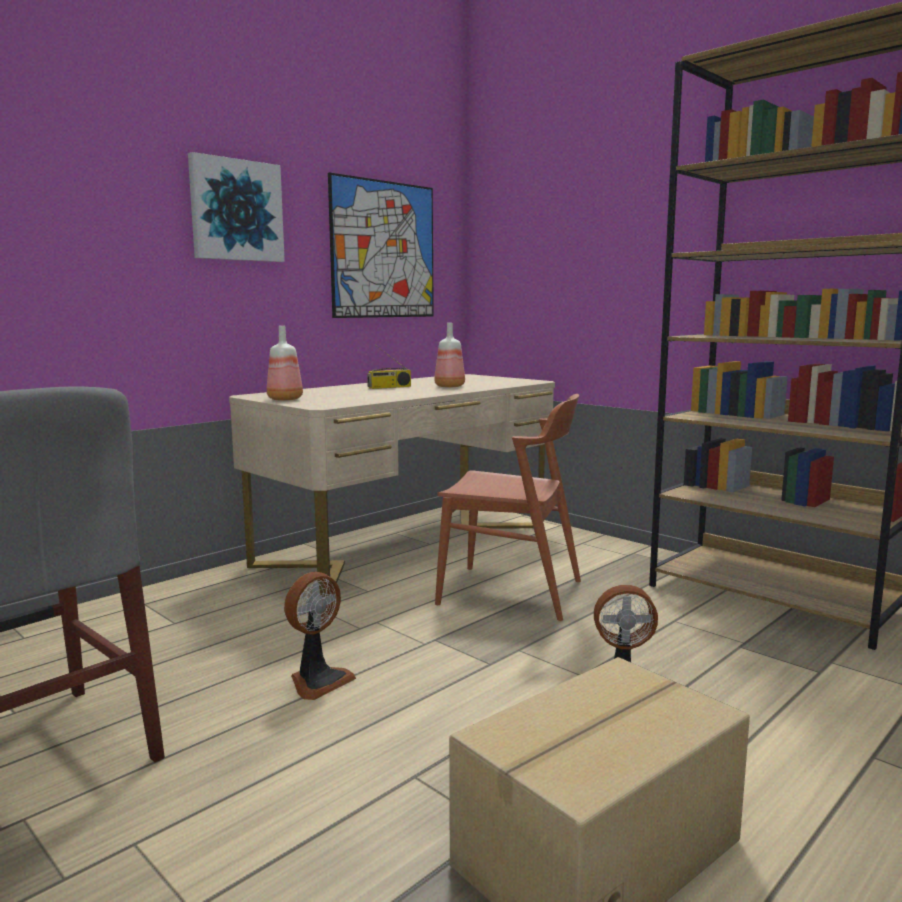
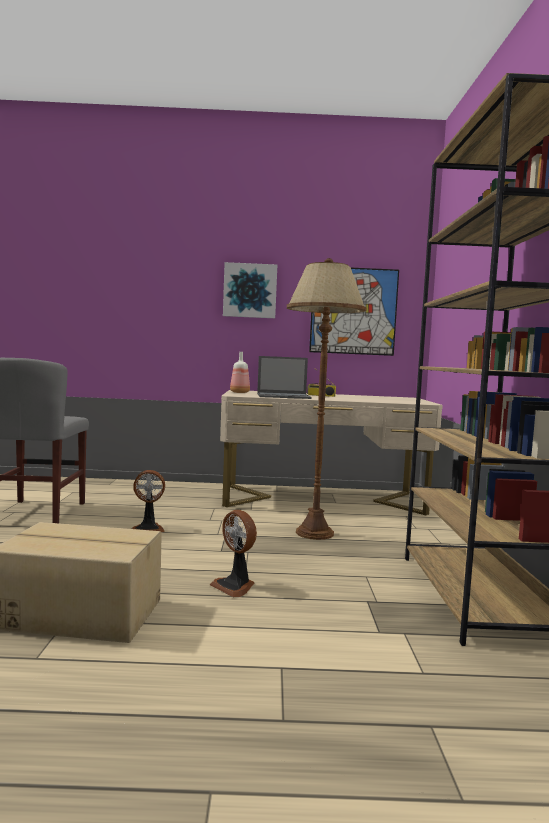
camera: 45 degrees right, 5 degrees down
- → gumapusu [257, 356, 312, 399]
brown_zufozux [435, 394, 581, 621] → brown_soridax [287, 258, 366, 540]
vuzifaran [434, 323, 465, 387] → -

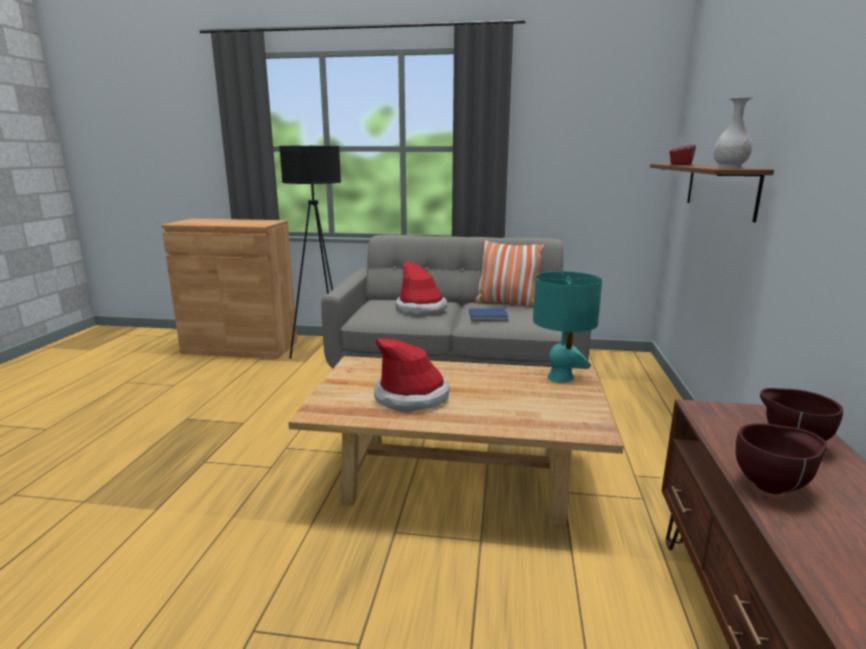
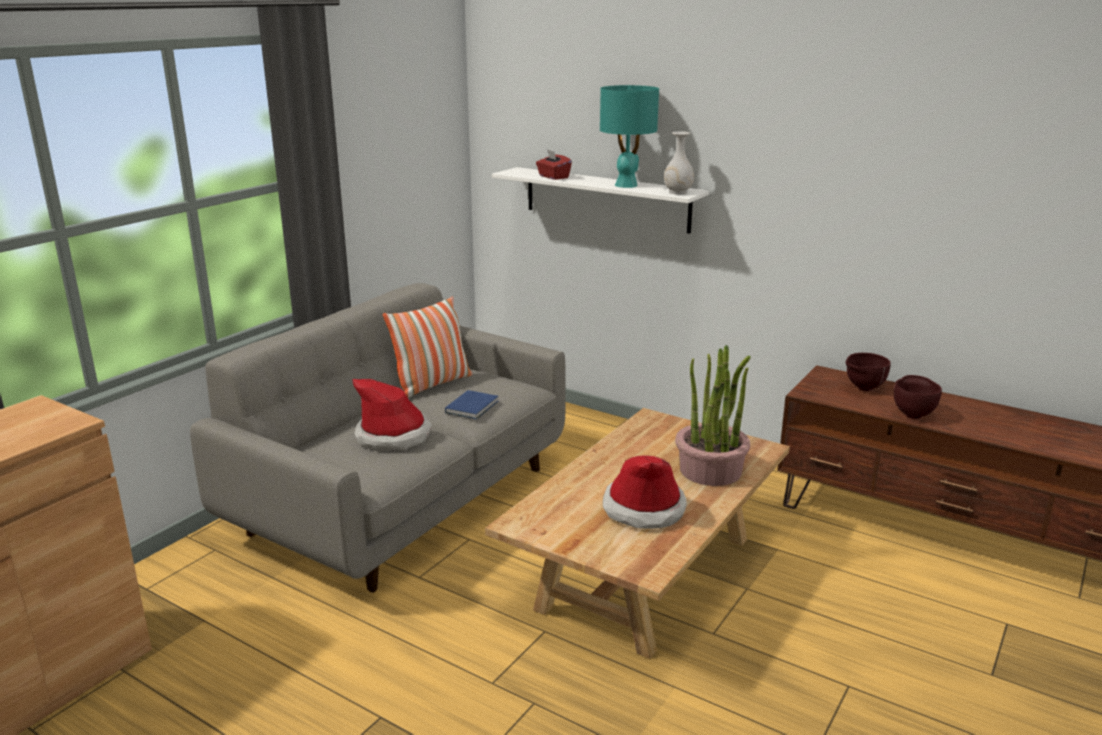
camera: 65 degrees left, 5 degrees up
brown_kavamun [650, 164, 774, 222] → white_kavamun [492, 167, 709, 233]
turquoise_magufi [533, 271, 602, 383] → turquoise_magufi [600, 85, 659, 188], moved
- → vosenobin [675, 345, 751, 486]
black_soridax [279, 146, 341, 359] → -

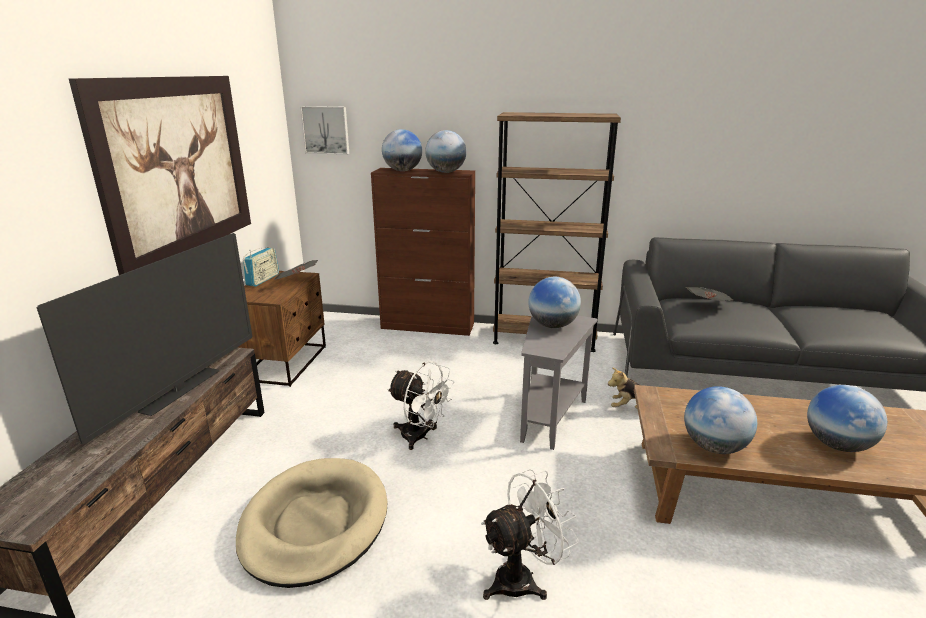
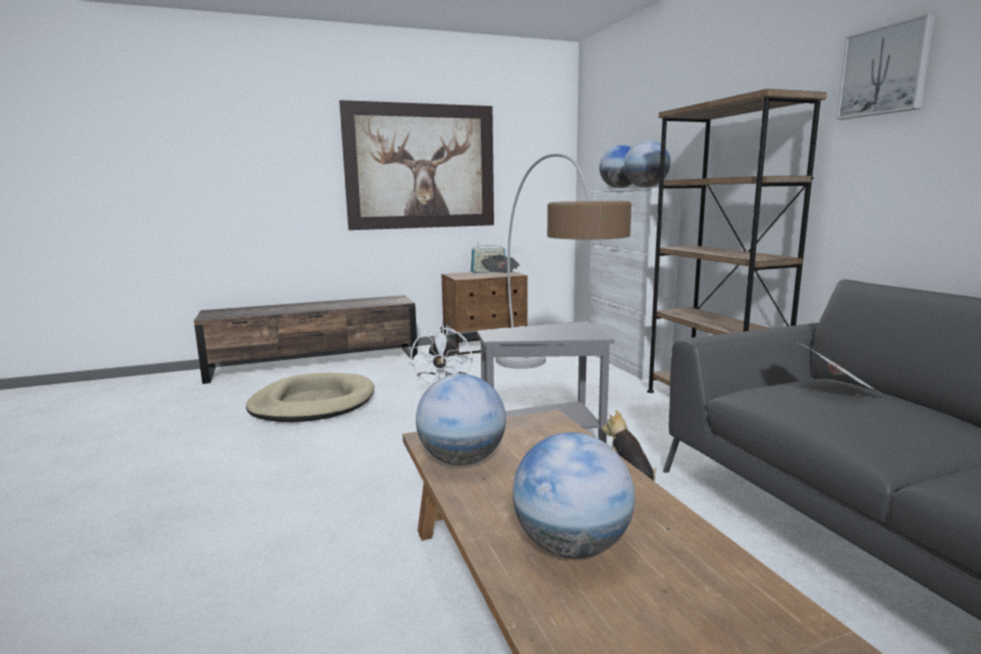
camera: 60 degrees right, 10 degrees down
- → soridax [496, 153, 631, 369]
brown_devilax [371, 168, 475, 336] → white_devilax [589, 187, 682, 380]
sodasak [300, 106, 349, 155] → sodasak [836, 14, 935, 119], moved
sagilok [37, 233, 252, 444] → -
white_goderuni [481, 469, 579, 600] → -
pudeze [528, 277, 581, 328] → -

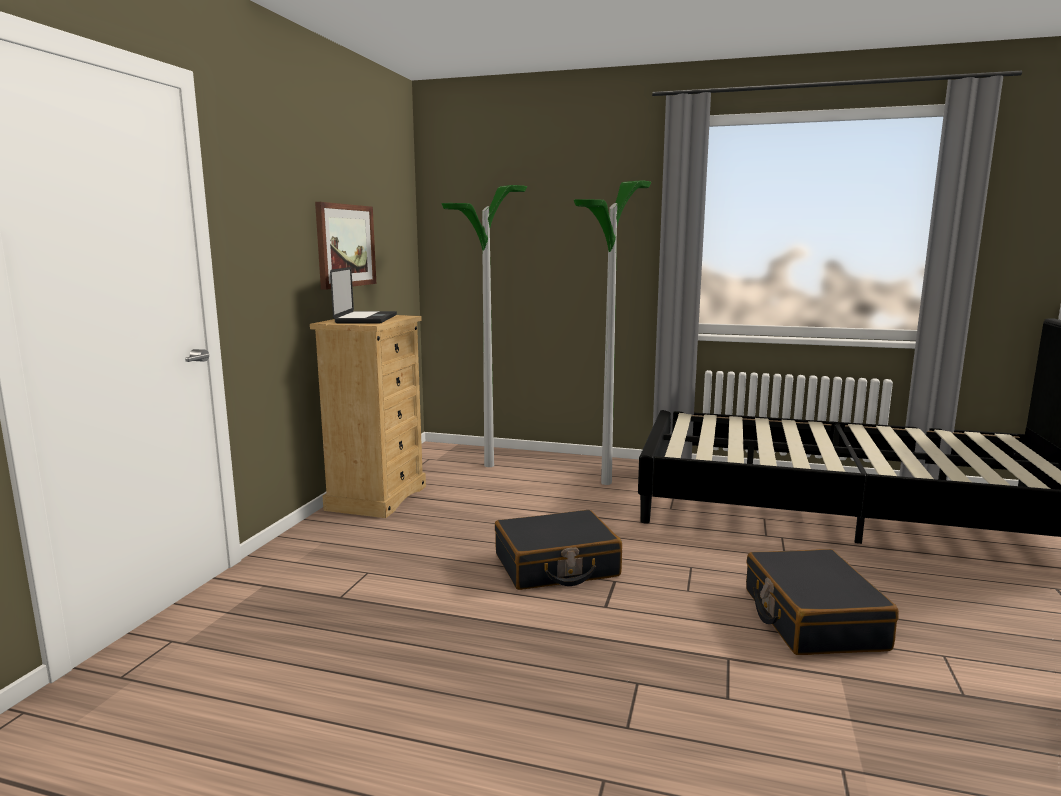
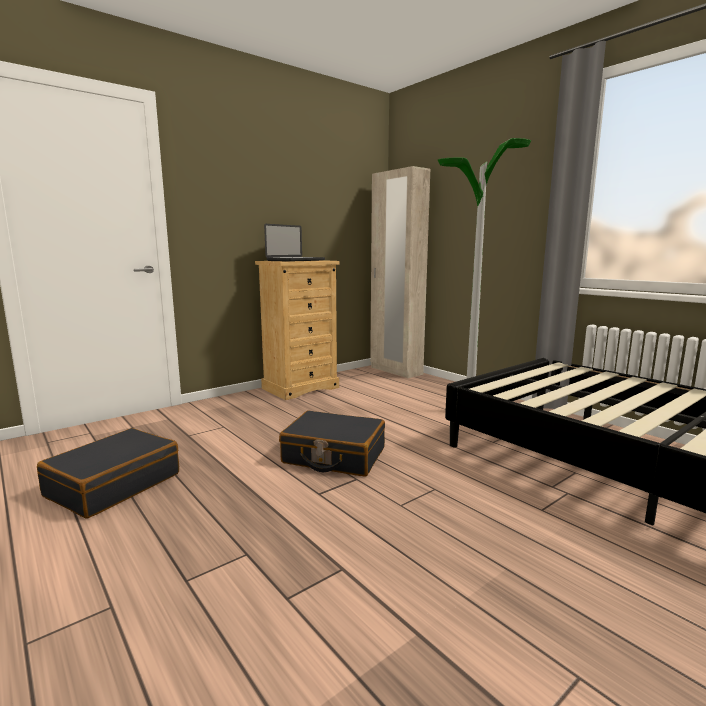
camera: 35 degrees right, 0 degrees up
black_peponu [746, 549, 899, 655] → black_peponu [37, 428, 179, 519], moved
- → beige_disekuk [370, 166, 430, 378]
sodasak [315, 202, 376, 290] → -
soridax [441, 185, 527, 467] → -

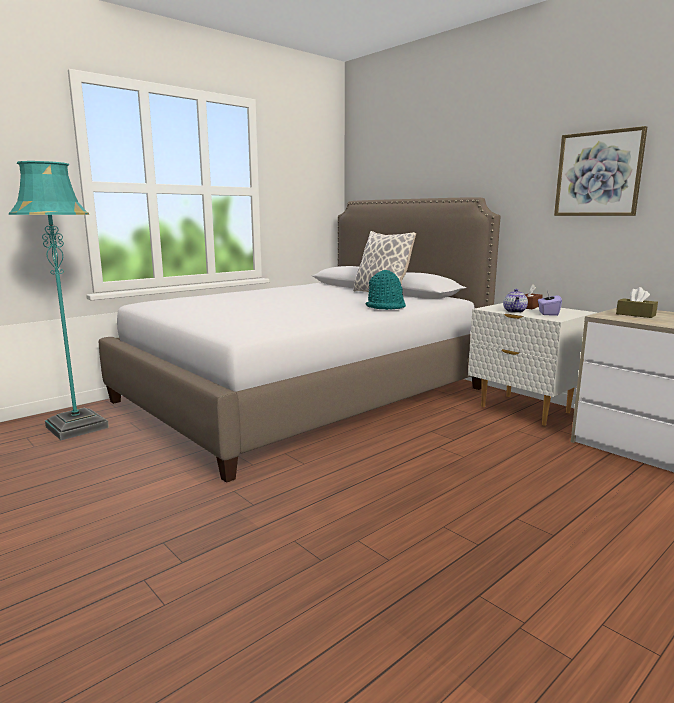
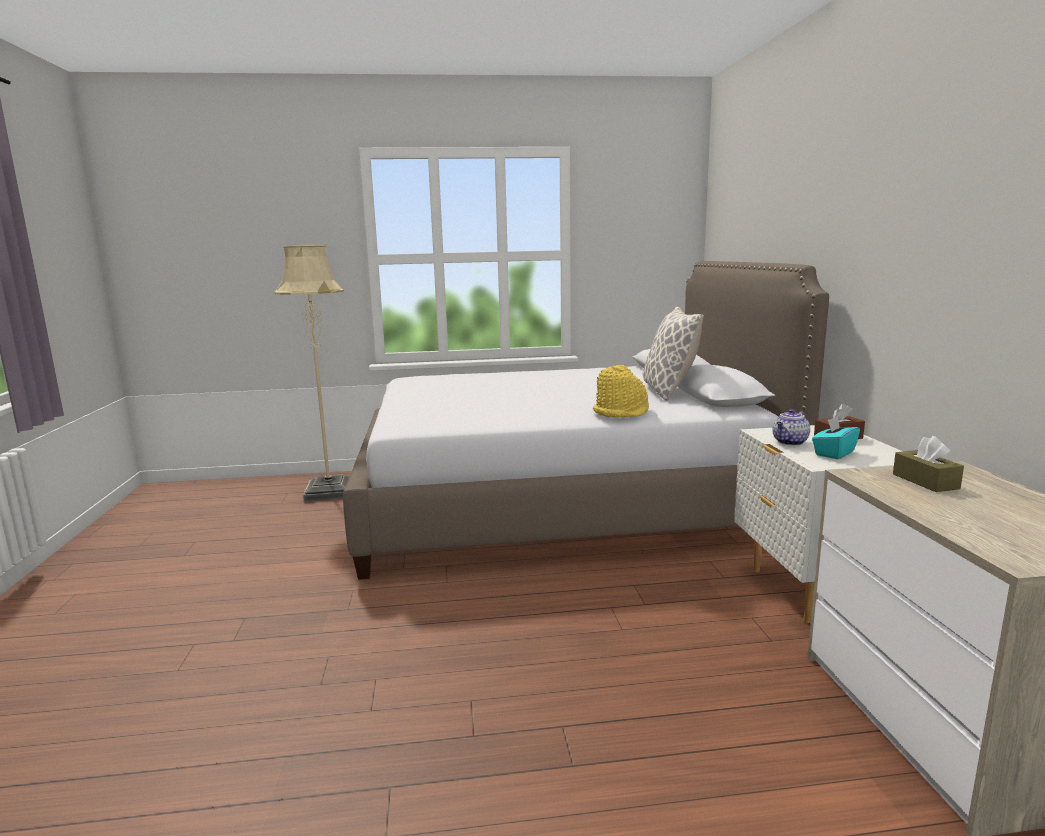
camera: 35 degrees right, 0 degrees up
turquoise_soridax [9, 161, 109, 440] → beige_soridax [274, 245, 350, 502]
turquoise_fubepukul [365, 270, 406, 310] → yellow_fubepukul [593, 365, 649, 417]
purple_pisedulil [538, 291, 562, 316] → turquoise_pisedulil [812, 416, 860, 459]
sodasak [554, 126, 647, 216] → -

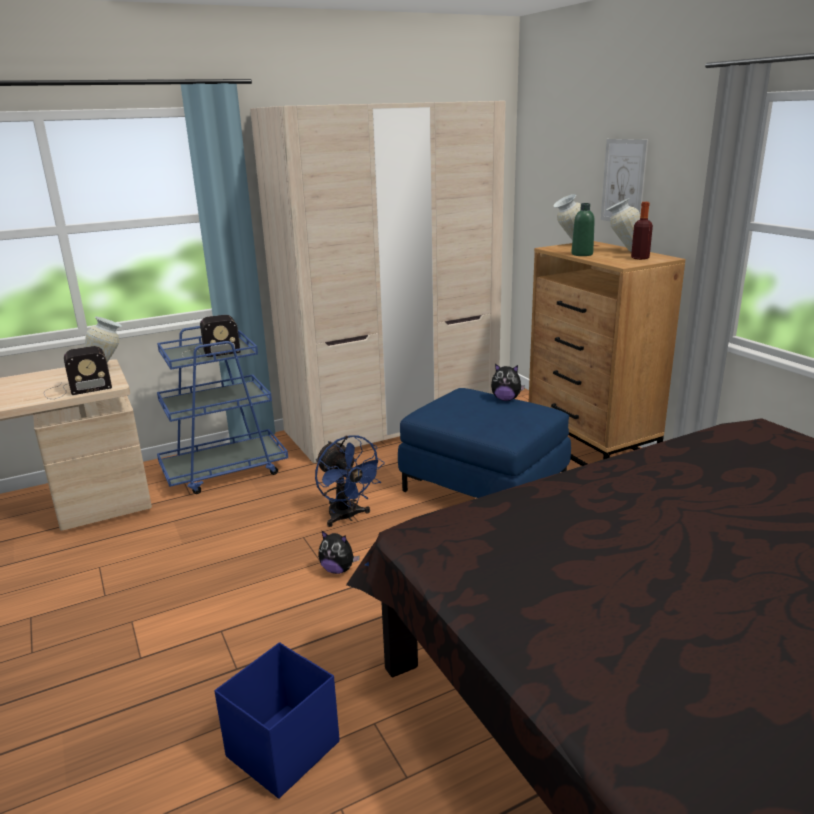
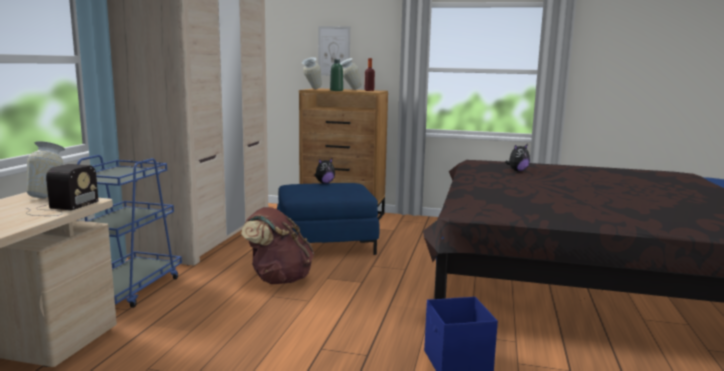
camera: 50 degrees left, 10 degrees down
blue_goderuni [315, 435, 385, 527] → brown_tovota [241, 207, 314, 284]
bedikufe [318, 530, 360, 574] → bedikufe [505, 144, 530, 171], moved
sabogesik [182, 315, 241, 360] → -

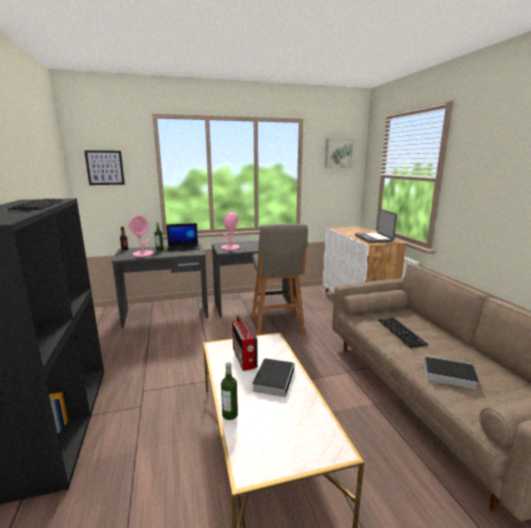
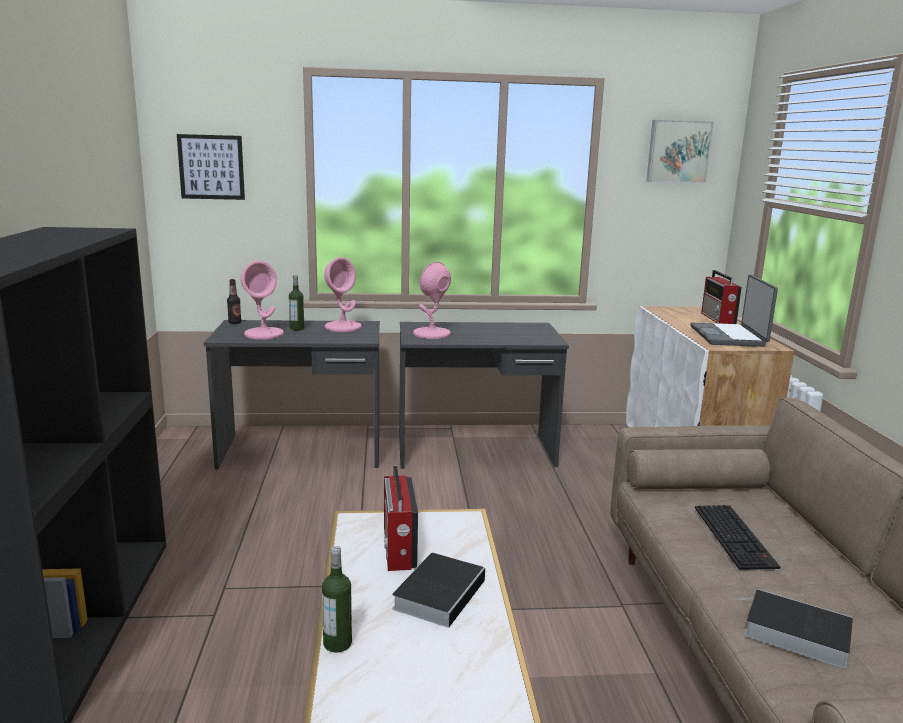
camera: 10 degrees right, 0 degrees up
gumapusu [166, 223, 199, 252] → pink_magufi [324, 257, 362, 332]
- → sabogesik [701, 270, 742, 324]
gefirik [8, 199, 63, 211] → -
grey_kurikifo [252, 224, 308, 335] → -

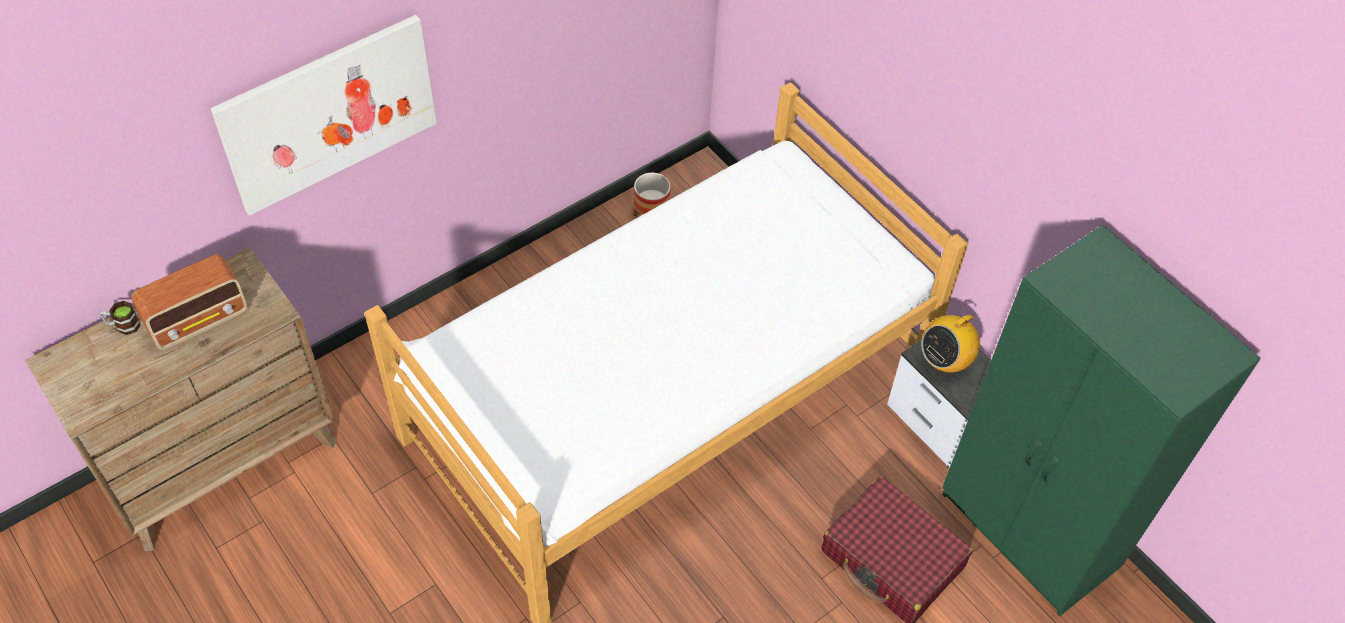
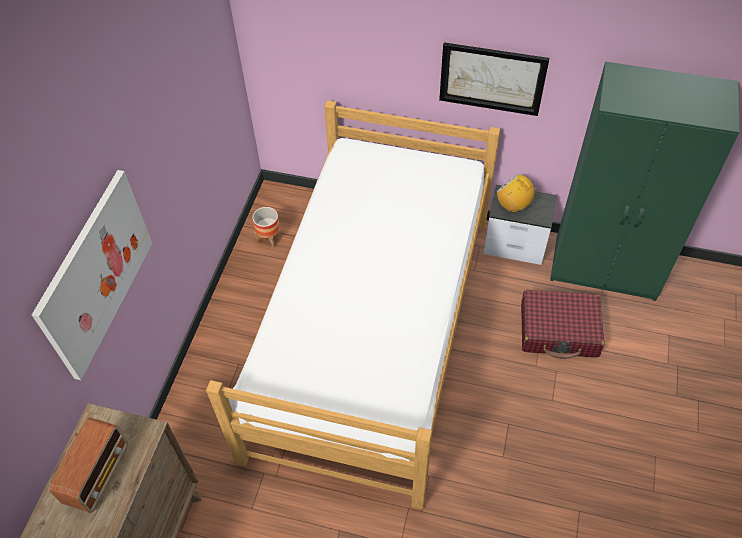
camera: 35 degrees left, 0 degrees up
- → sodasak [439, 43, 550, 116]
sabogesik [921, 305, 980, 372] → sabogesik [497, 174, 540, 212], 120 degrees clockwise
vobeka [100, 301, 141, 335] → -

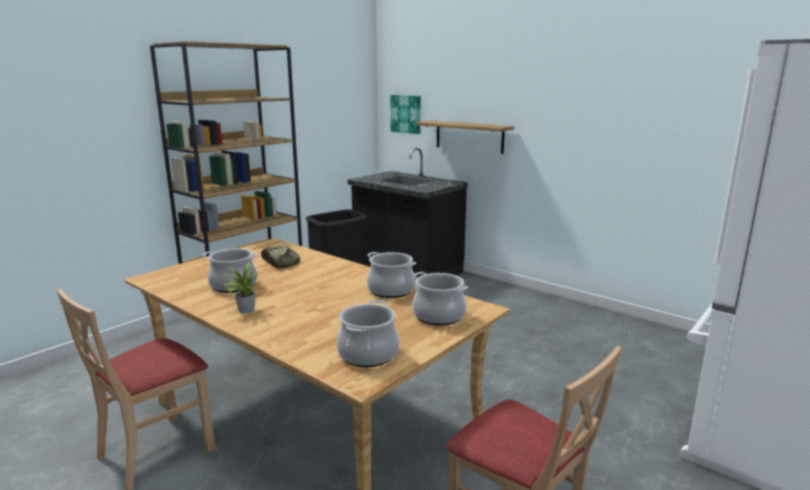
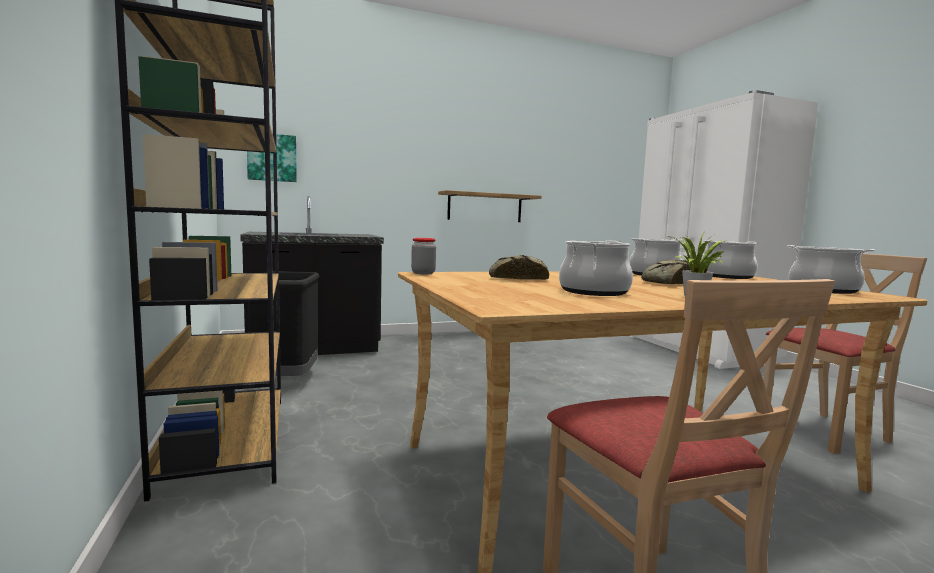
camera: 60 degrees left, 10 degrees down
- → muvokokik [411, 238, 436, 275]
kavamun [415, 120, 514, 154] → kavamun [438, 190, 541, 222], moved
- → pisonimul [641, 260, 691, 284]

